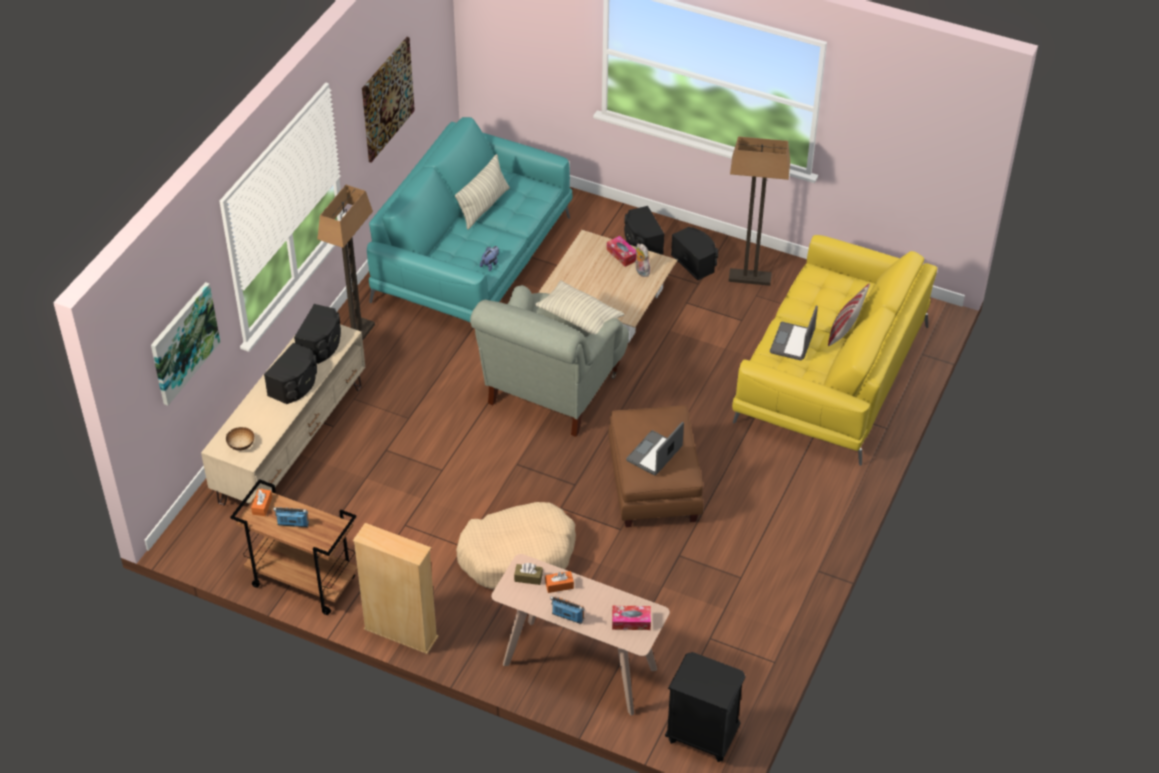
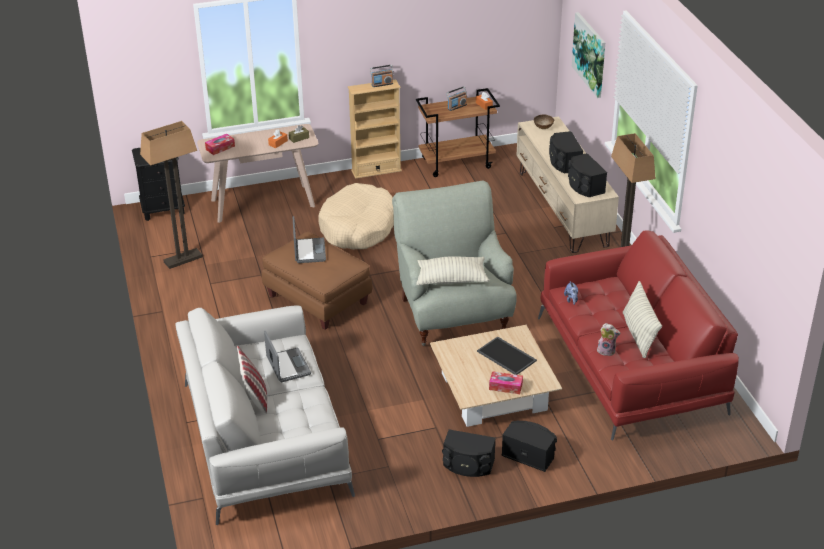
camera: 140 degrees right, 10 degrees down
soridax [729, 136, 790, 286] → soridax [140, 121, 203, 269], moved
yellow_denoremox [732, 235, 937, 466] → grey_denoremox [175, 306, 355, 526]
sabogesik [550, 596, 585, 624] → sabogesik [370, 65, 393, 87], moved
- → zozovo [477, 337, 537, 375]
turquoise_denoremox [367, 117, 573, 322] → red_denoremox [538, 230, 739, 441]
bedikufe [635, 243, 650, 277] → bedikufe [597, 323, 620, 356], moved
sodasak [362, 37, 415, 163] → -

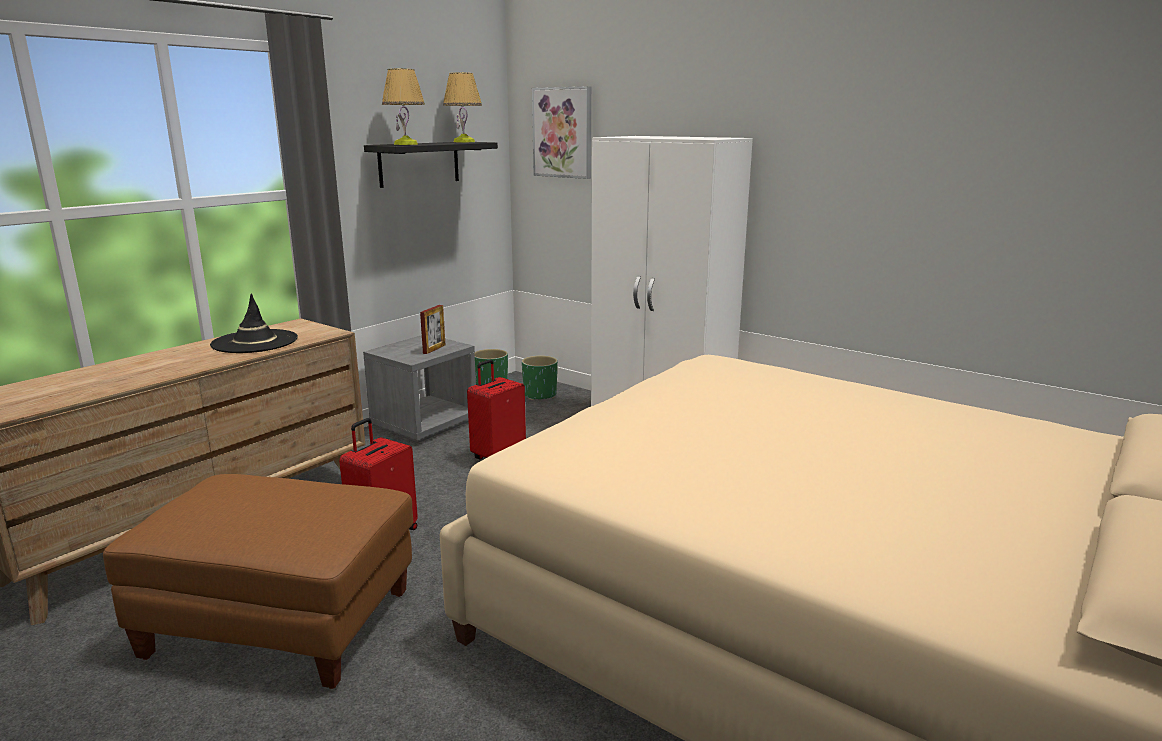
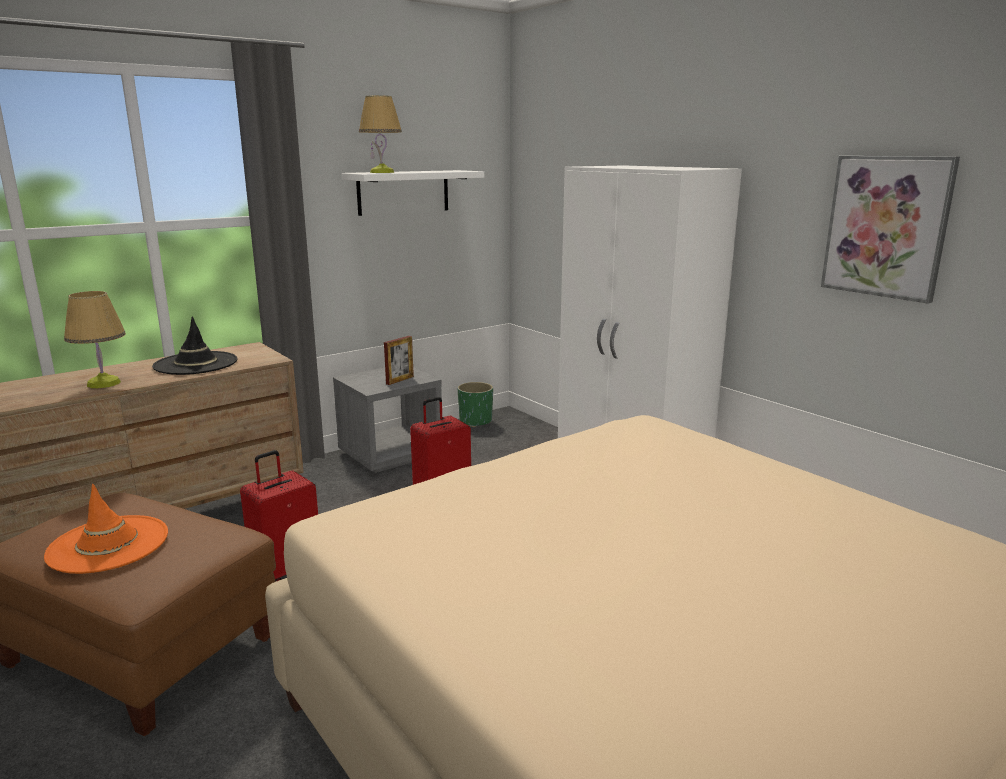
camera: 15 degrees right, 0 degrees up
- → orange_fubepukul [44, 484, 168, 574]
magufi [443, 72, 482, 142] → magufi [64, 291, 126, 388], moved
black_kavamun [364, 142, 498, 188] → white_kavamun [341, 170, 484, 216]
sodasak [532, 86, 591, 179] → sodasak [821, 156, 960, 304], moved
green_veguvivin [522, 355, 558, 400] → -

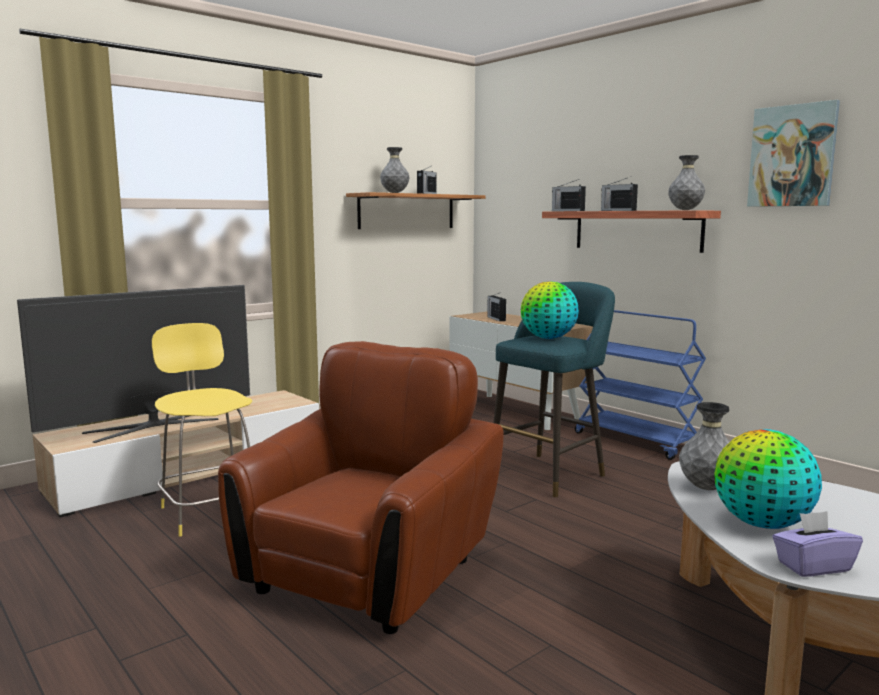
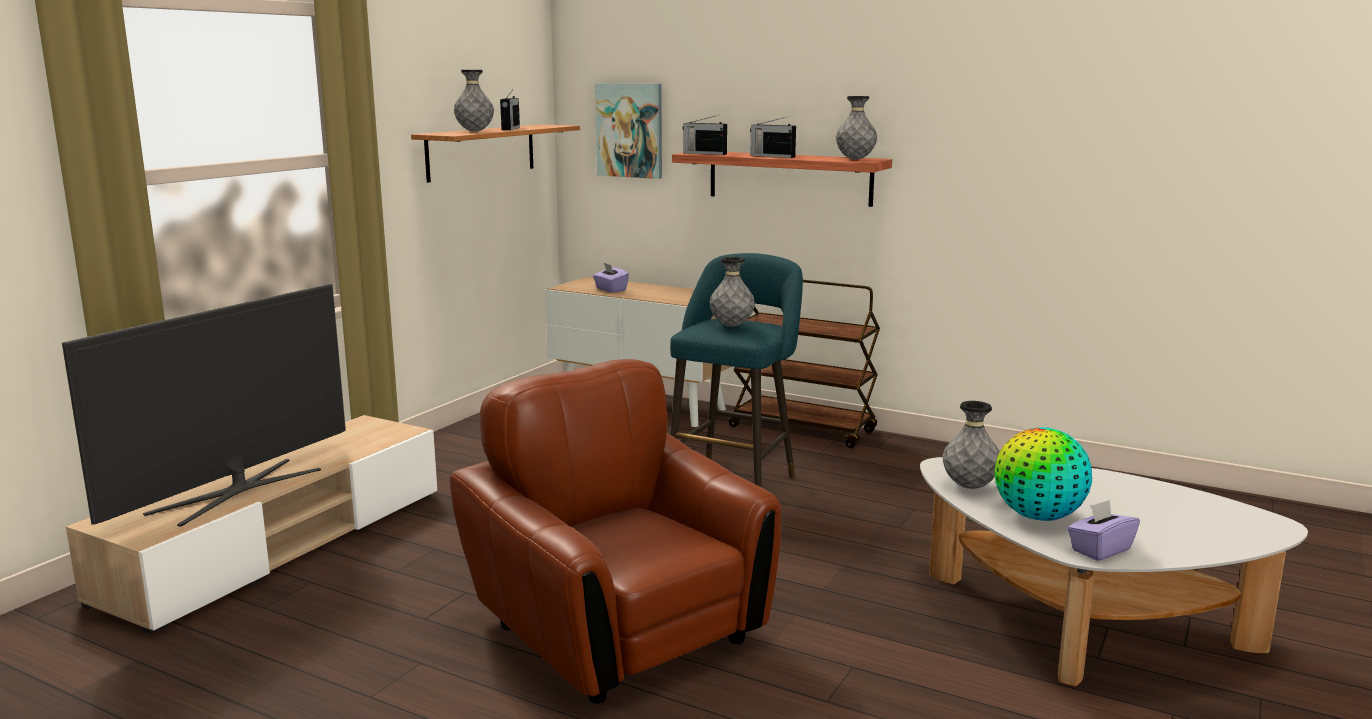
camera: 20 degrees left, 5 degrees up
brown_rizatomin [218, 341, 504, 634] → brown_rizatomin [450, 359, 781, 703], 45 degrees counterclockwise
sabogesik [487, 292, 506, 321] → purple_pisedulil [593, 263, 629, 293]
sodasak [747, 100, 840, 207] → sodasak [595, 83, 662, 179], moved
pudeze [521, 281, 579, 339] → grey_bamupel [710, 257, 755, 327]
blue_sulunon [575, 310, 706, 460] → brown_sulunon [729, 280, 880, 448]
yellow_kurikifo [152, 323, 252, 537] → -

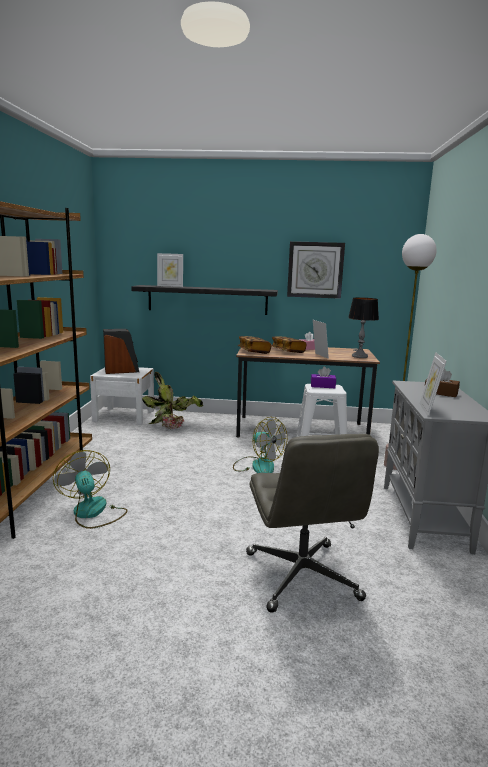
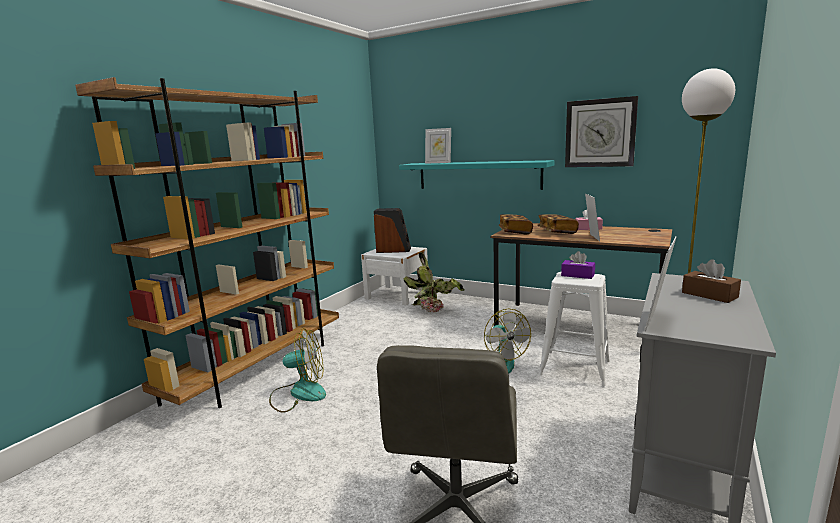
camera: 25 degrees right, 0 degrees up
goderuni [53, 450, 128, 529] → goderuni [269, 328, 326, 413], 90 degrees clockwise
black_kavamun [131, 285, 278, 315] → turquoise_kavamun [399, 160, 555, 190]
magufi [348, 297, 379, 358] → -

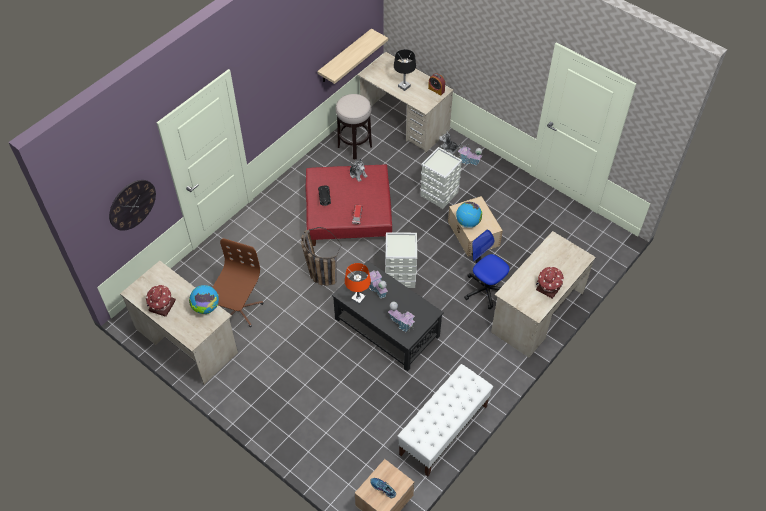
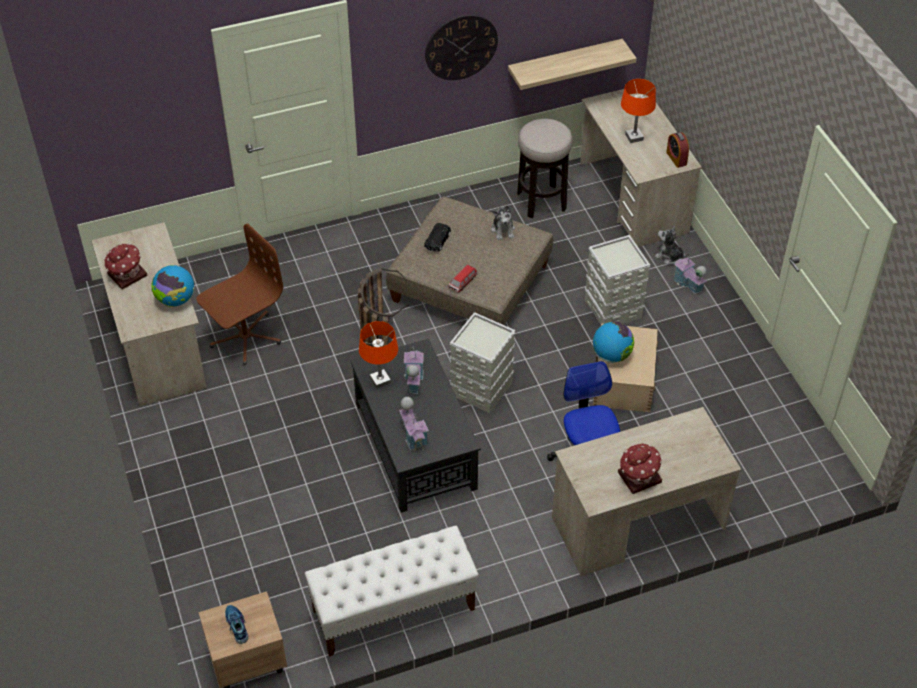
camera: 30 degrees right, 5 degrees down
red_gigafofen [305, 164, 392, 246] → beige_gigafofen [386, 196, 553, 325]
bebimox [109, 180, 156, 231] → bebimox [425, 15, 498, 80], moved
black_magufi [394, 49, 416, 91] → orange_magufi [621, 79, 656, 143]

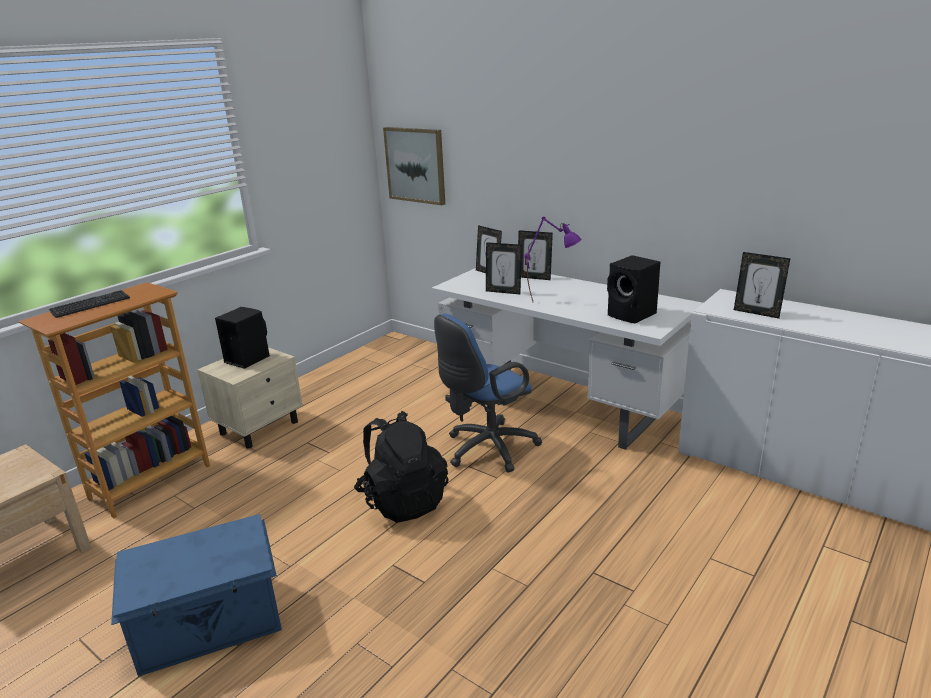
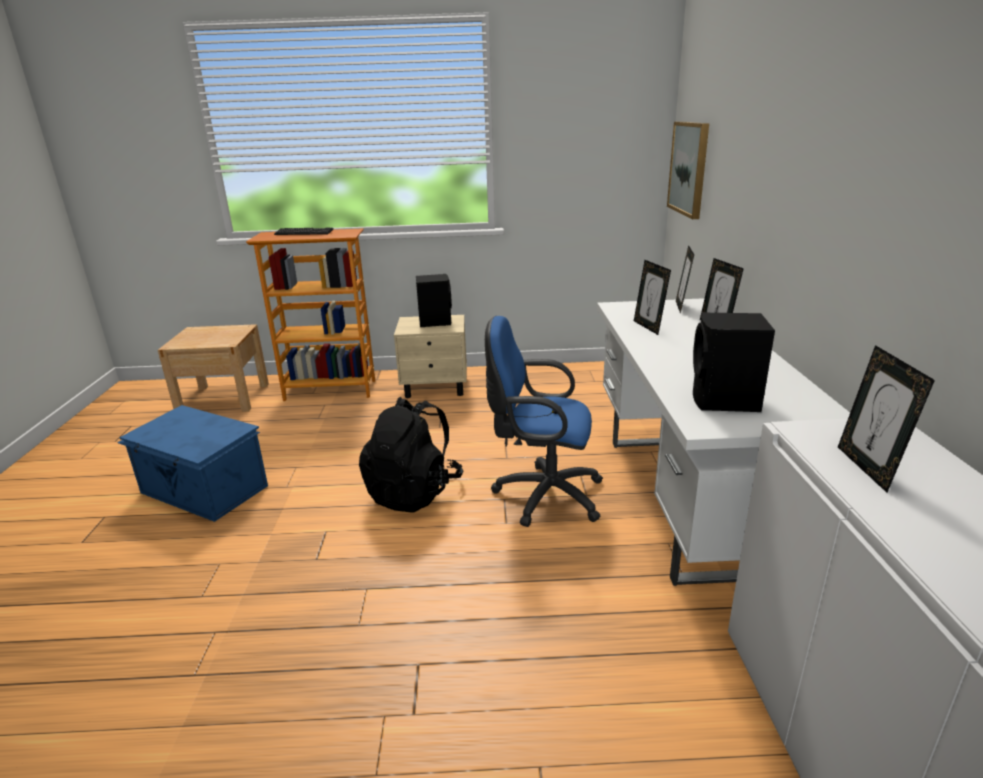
camera: 50 degrees right, 0 degrees up
purple_magufi [524, 217, 581, 302] → -

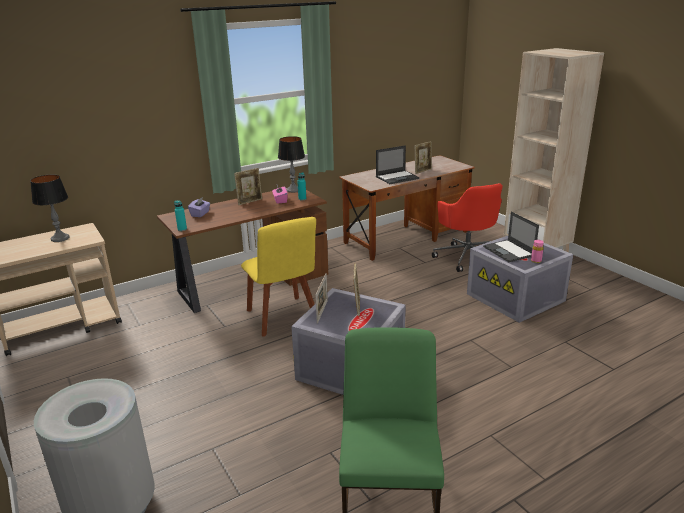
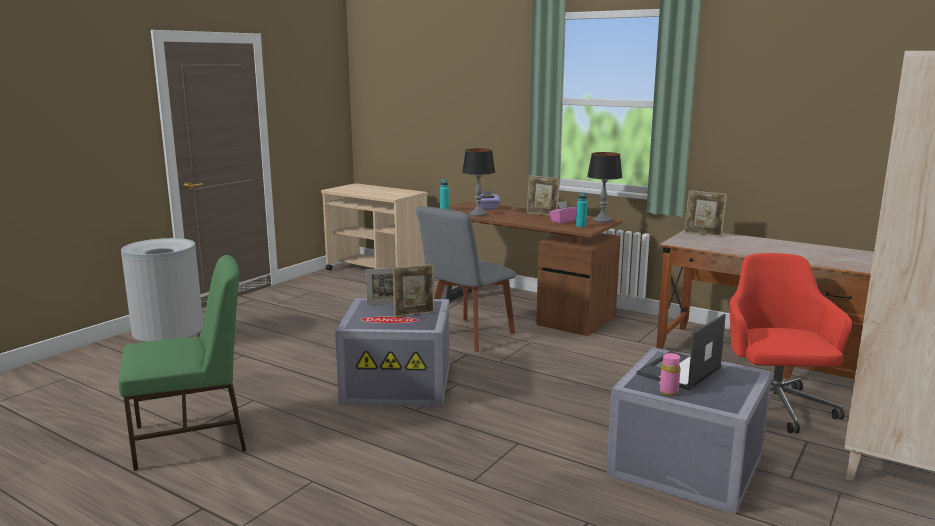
camera: 65 degrees right, 10 degrees down
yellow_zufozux [241, 217, 316, 337] → grey_zufozux [416, 206, 517, 352]
magufi [30, 175, 69, 242] → magufi [462, 148, 495, 216], moved
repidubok [415, 141, 432, 174] → repidubok [684, 190, 727, 237], moved
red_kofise [432, 183, 503, 272] → red_kofise [730, 253, 852, 434], 135 degrees clockwise
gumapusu [376, 145, 419, 184] → -

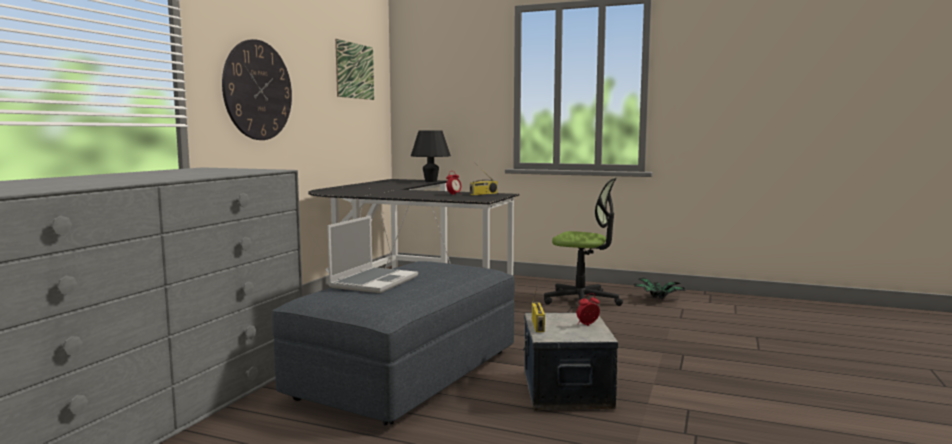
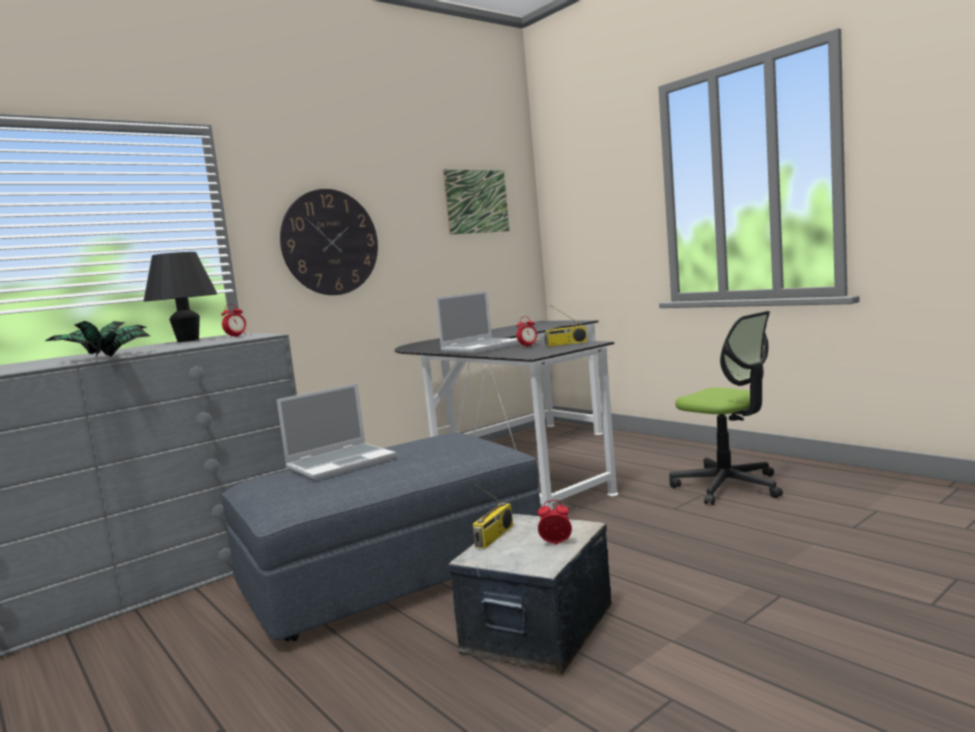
camera: 30 degrees right, 0 degrees up
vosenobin [634, 277, 686, 300] → vosenobin [45, 321, 150, 357], moved
black_magufi [411, 130, 451, 182] → black_magufi [144, 252, 217, 342], moved
- → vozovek [221, 304, 246, 338]
- → gumapusu [436, 291, 520, 353]

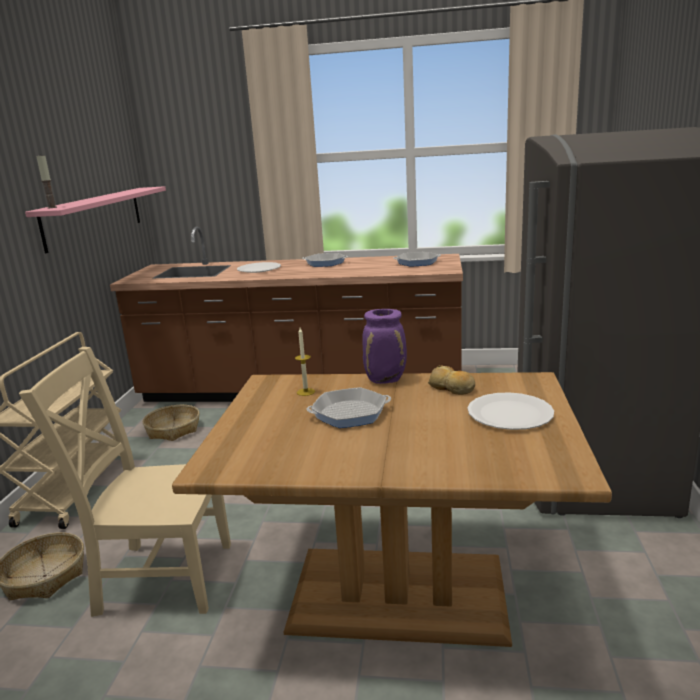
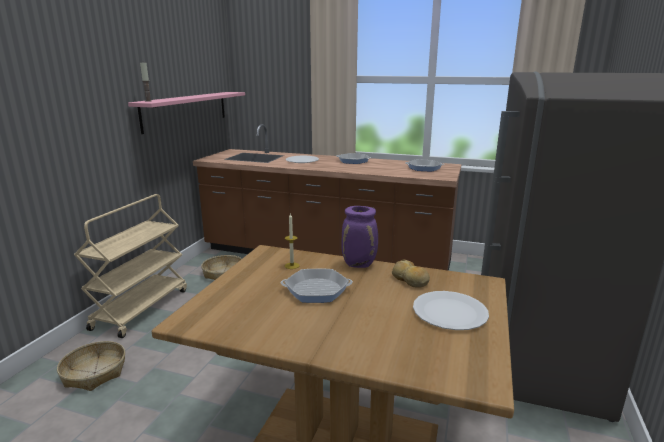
camera: 10 degrees right, 0 degrees up
beige_zufozux [19, 347, 231, 617] → -

